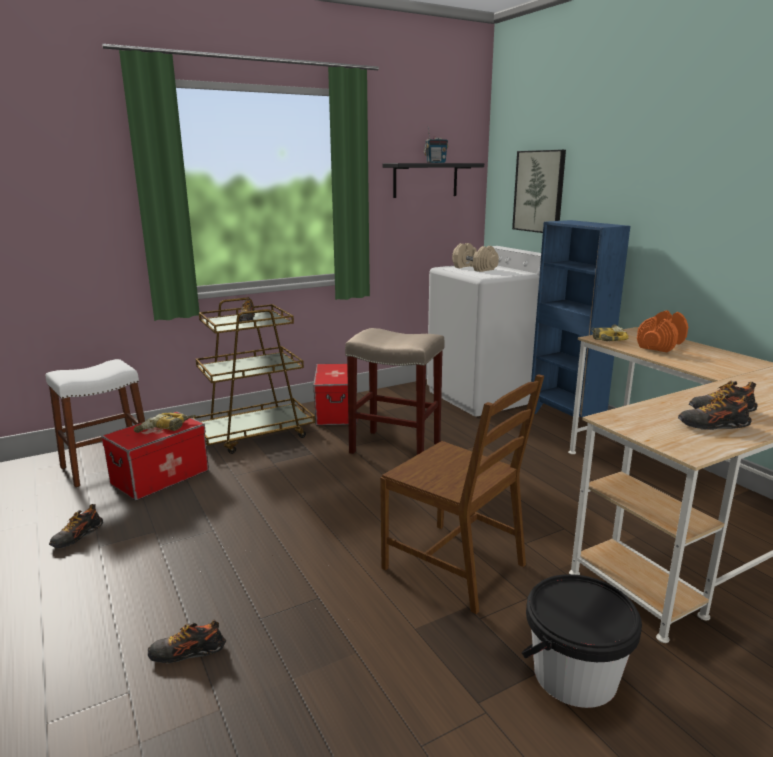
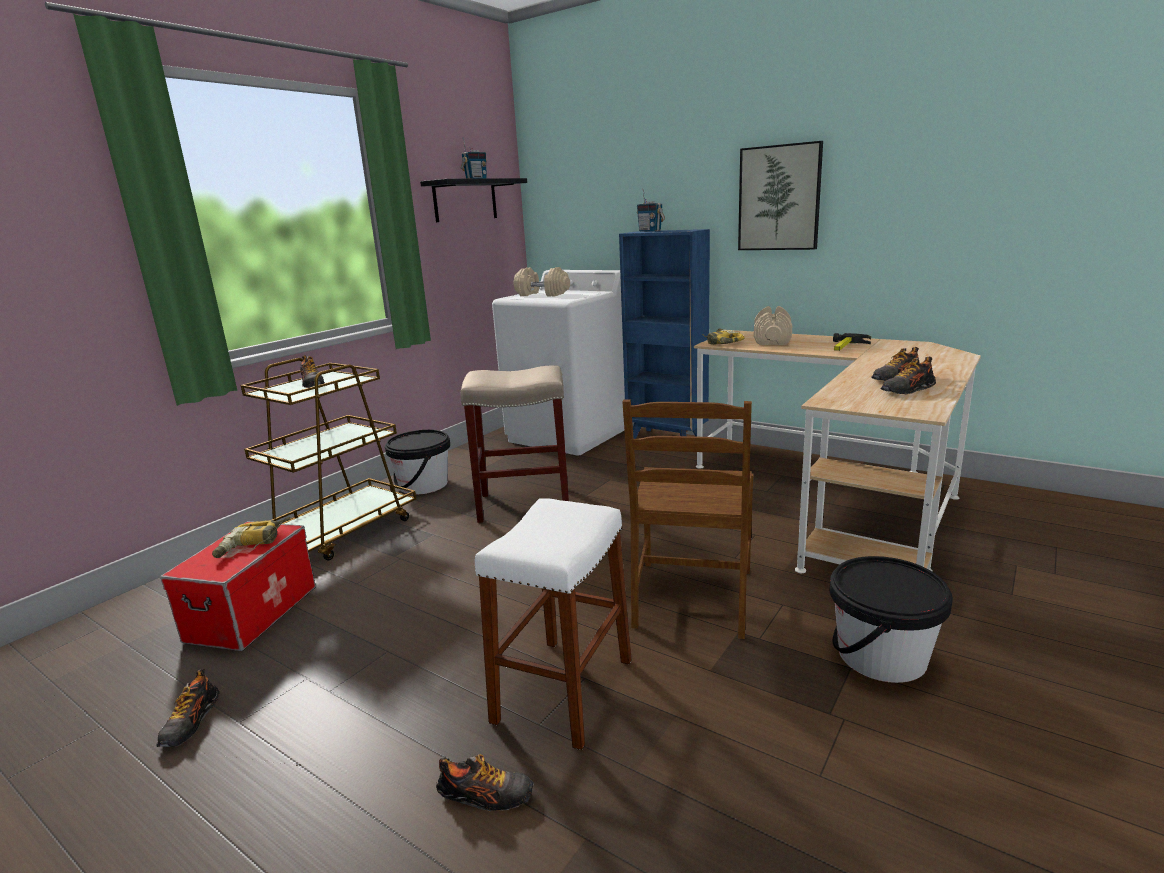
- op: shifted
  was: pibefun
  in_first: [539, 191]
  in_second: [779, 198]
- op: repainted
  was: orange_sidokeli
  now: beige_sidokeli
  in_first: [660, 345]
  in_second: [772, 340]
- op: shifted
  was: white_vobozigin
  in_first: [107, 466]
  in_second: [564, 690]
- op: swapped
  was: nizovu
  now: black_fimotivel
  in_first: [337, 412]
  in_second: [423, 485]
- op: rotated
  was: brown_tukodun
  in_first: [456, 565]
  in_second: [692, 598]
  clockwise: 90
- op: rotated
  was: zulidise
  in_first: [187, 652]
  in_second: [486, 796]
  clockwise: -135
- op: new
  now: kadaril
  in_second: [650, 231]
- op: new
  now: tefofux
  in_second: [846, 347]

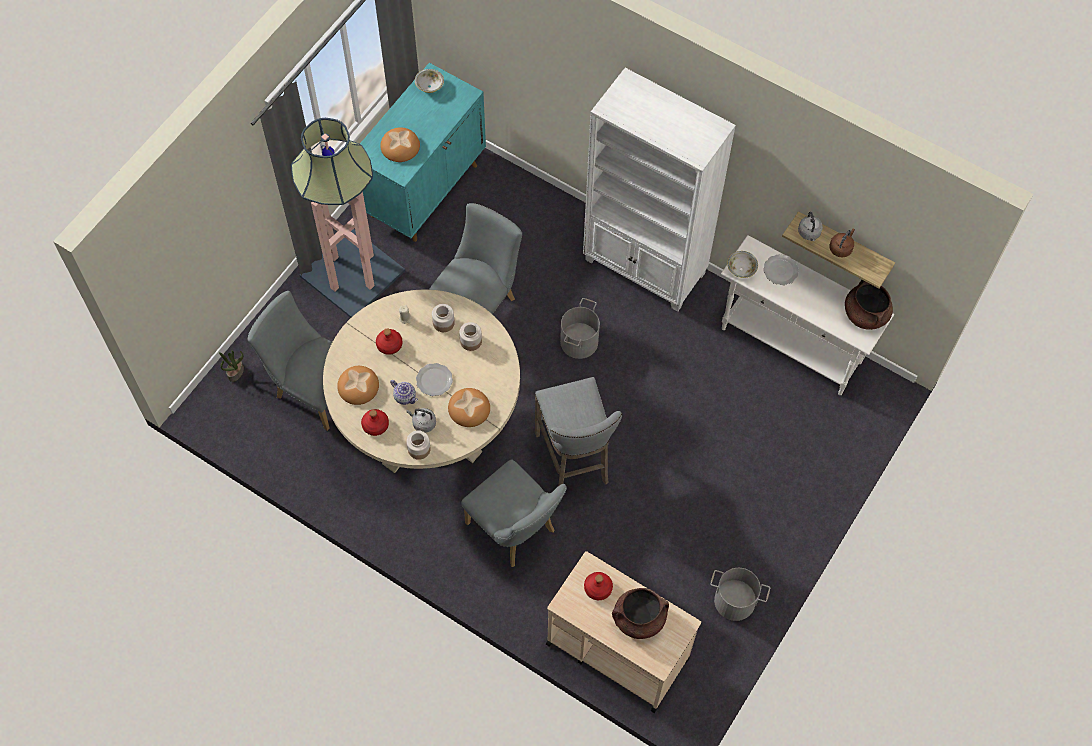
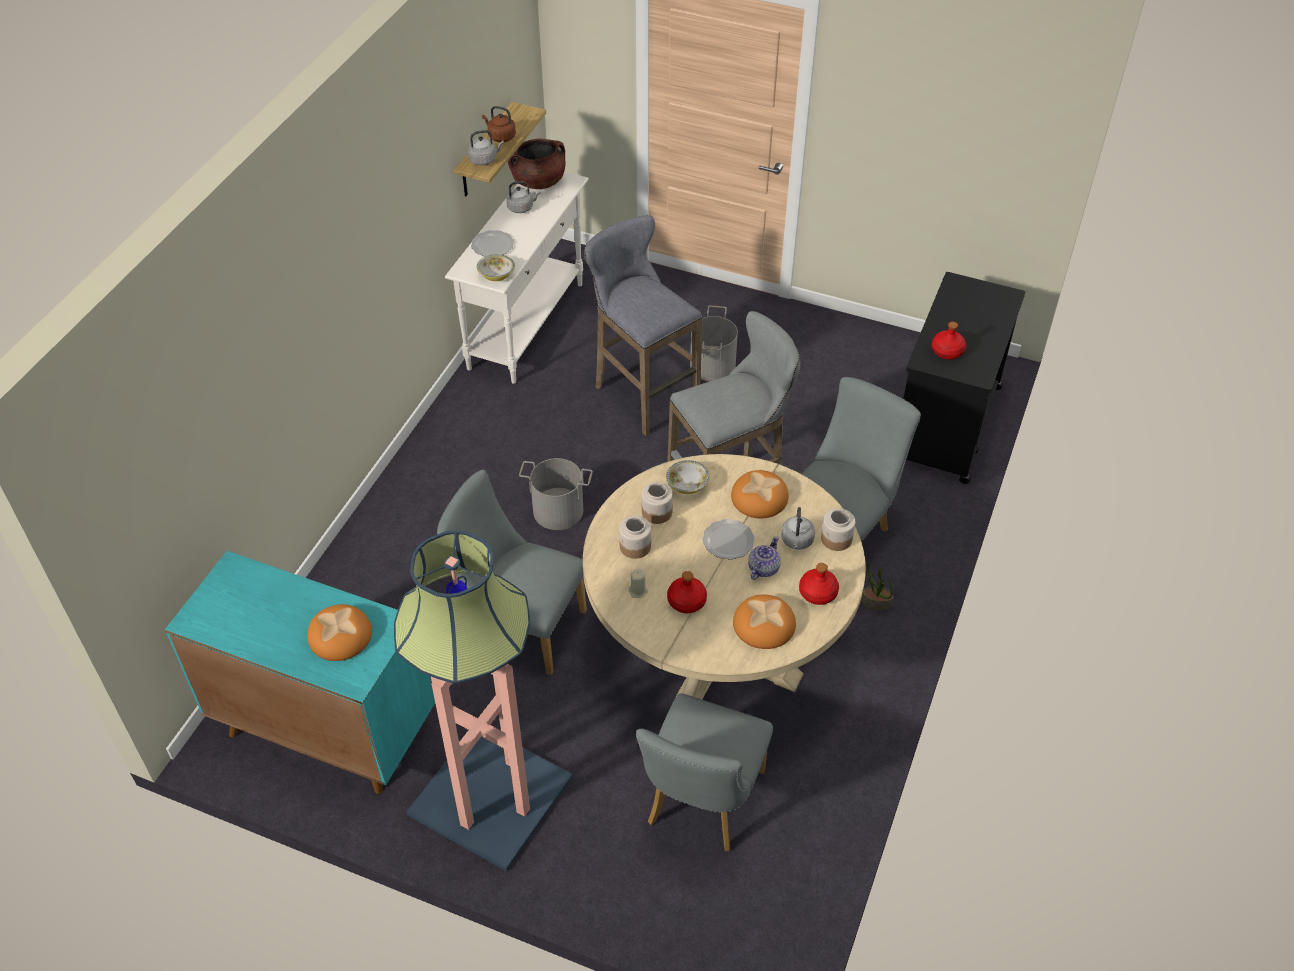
- op: gone
  was: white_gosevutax
  in_first: [645, 267]
- op: shifted
  was: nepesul
  in_first: [429, 86]
  in_second: [687, 485]
- op: shifted
  was: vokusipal
  in_first: [235, 372]
  in_second: [875, 603]
- op: repainted
  was: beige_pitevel
  now: black_pitevel
  in_first: [617, 650]
  in_second: [946, 425]
- op: shifted
  was: grey_fimotivel
  in_first: [734, 601]
  in_second: [713, 365]
- op: gone
  was: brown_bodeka
  in_first: [639, 619]
- op: new
  now: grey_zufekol
  in_second: [521, 208]
- op: new
  now: grey_vobozigin
  in_second: [642, 394]

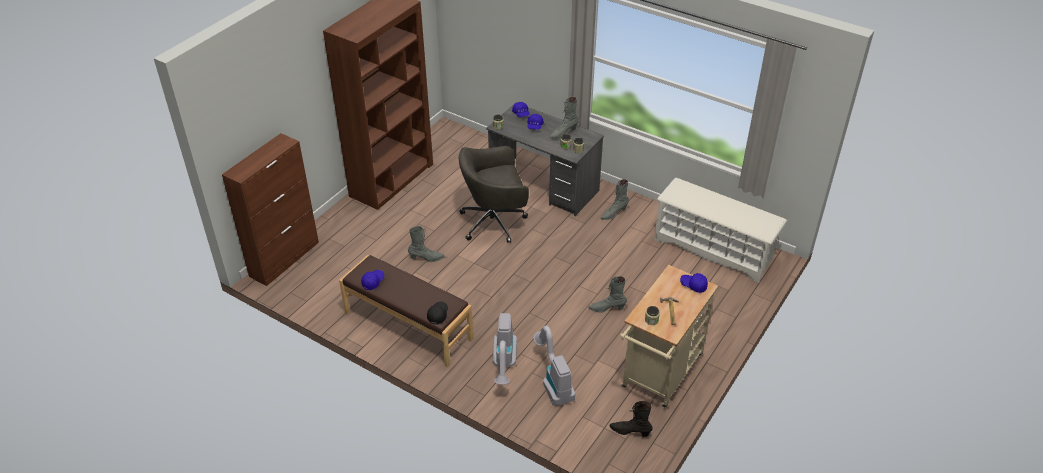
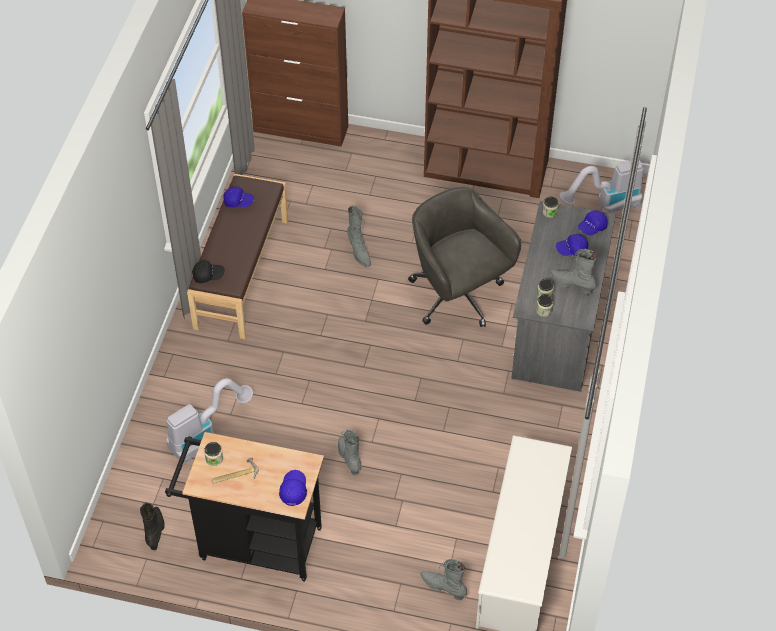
- op: shifted
  was: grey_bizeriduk
  in_first: [613, 213]
  in_second: [443, 587]
- op: repainted
  was: beige_pitevel
  now: black_pitevel
  in_first: [659, 376]
  in_second: [253, 542]
- op: shifted
  was: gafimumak
  in_first: [504, 365]
  in_second: [605, 205]

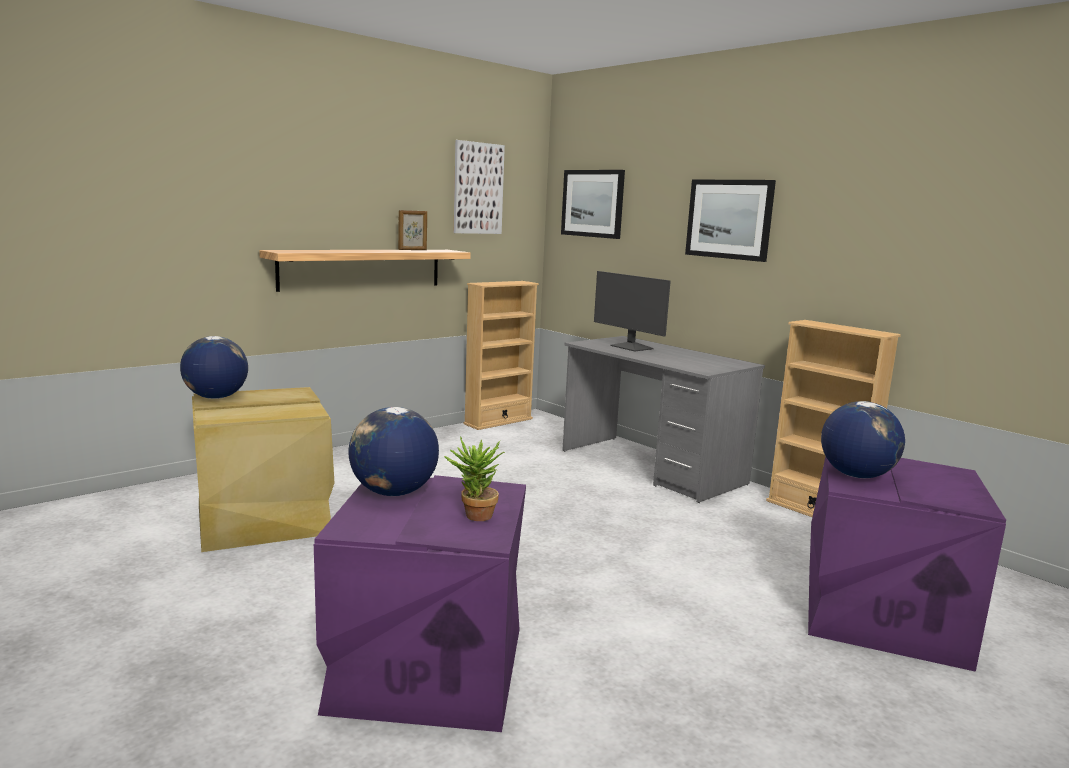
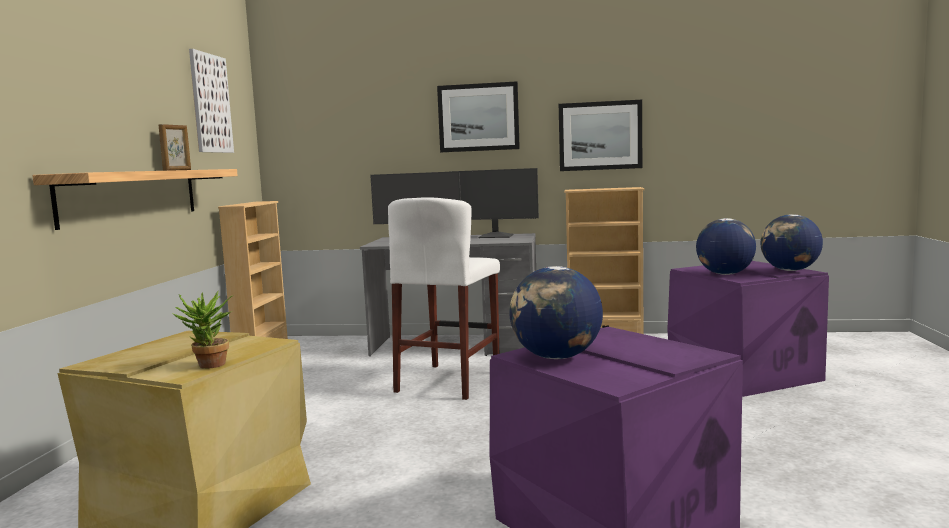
- op: shifted
  was: pibefun
  in_first: [592, 203]
  in_second: [600, 136]
- op: shifted
  was: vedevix
  in_first: [215, 397]
  in_second: [790, 270]
- op: shifted
  was: vokusipal
  in_first: [474, 517]
  in_second: [208, 366]
- op: new
  now: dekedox
  in_second: [496, 236]
- op: new
  now: white_vobozigin
  in_second: [449, 381]

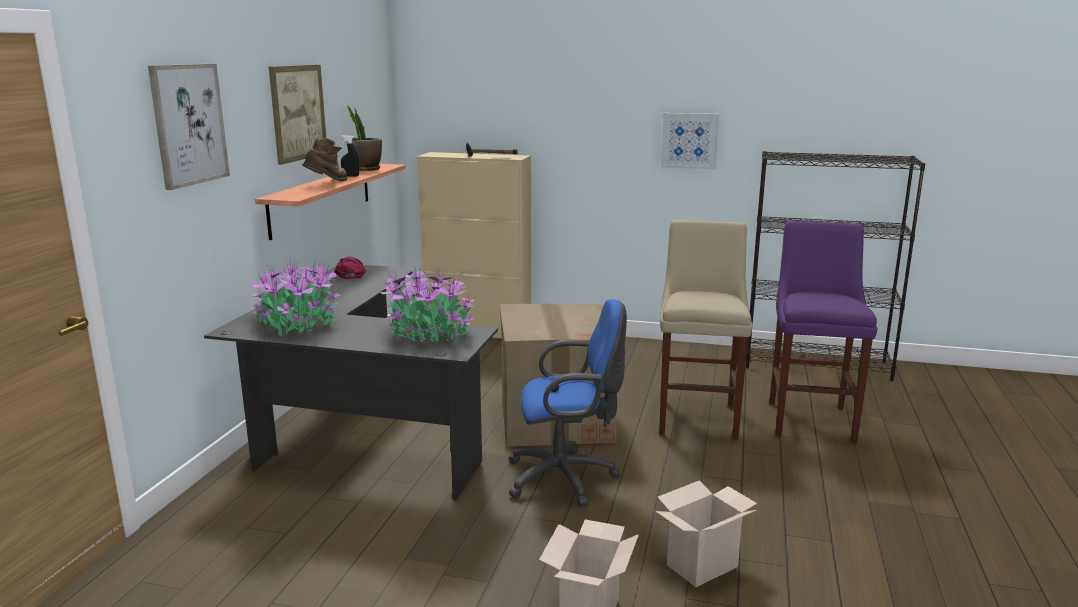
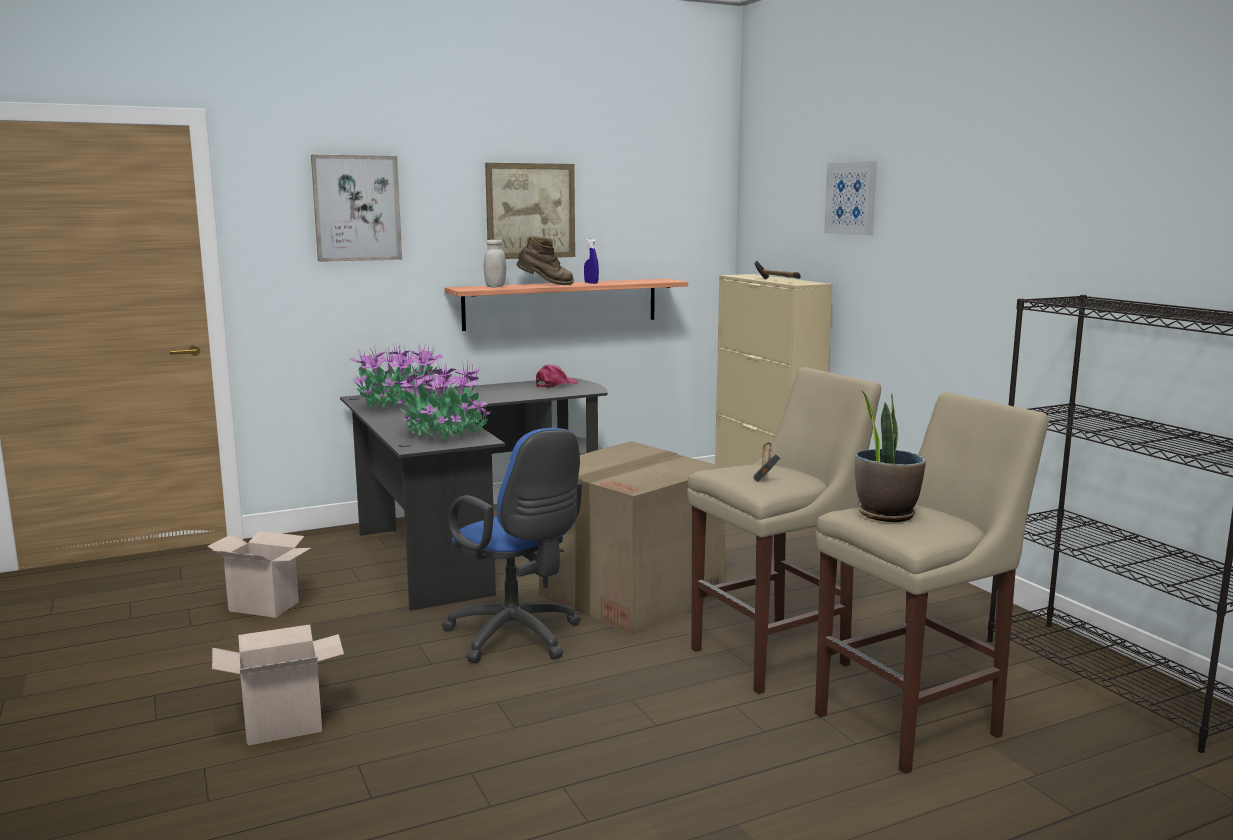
- op: shifted
  was: vokusipal
  in_first: [365, 169]
  in_second: [885, 514]
- op: shifted
  was: pibefun
  in_first: [689, 140]
  in_second: [851, 198]
- op: repainted
  was: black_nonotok
  now: blue_nonotok
  in_first: [350, 176]
  in_second: [591, 283]
- op: repainted
  was: purple_vobozigin
  now: beige_vobozigin
  in_first: [810, 419]
  in_second: [915, 723]
- op: shifted
  was: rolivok
  in_first: [702, 564]
  in_second: [266, 606]
- op: new
  now: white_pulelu
  in_second: [495, 286]
- op: new
  now: tefofux
  in_second: [765, 470]

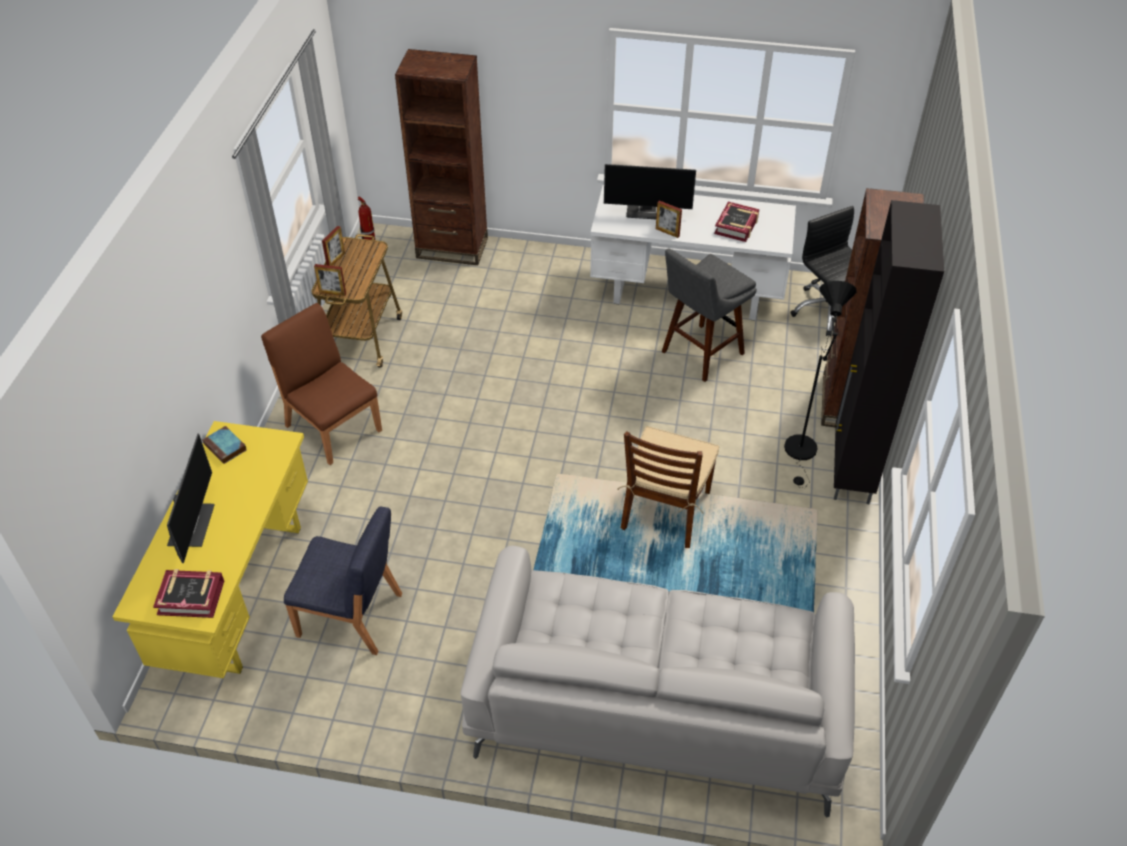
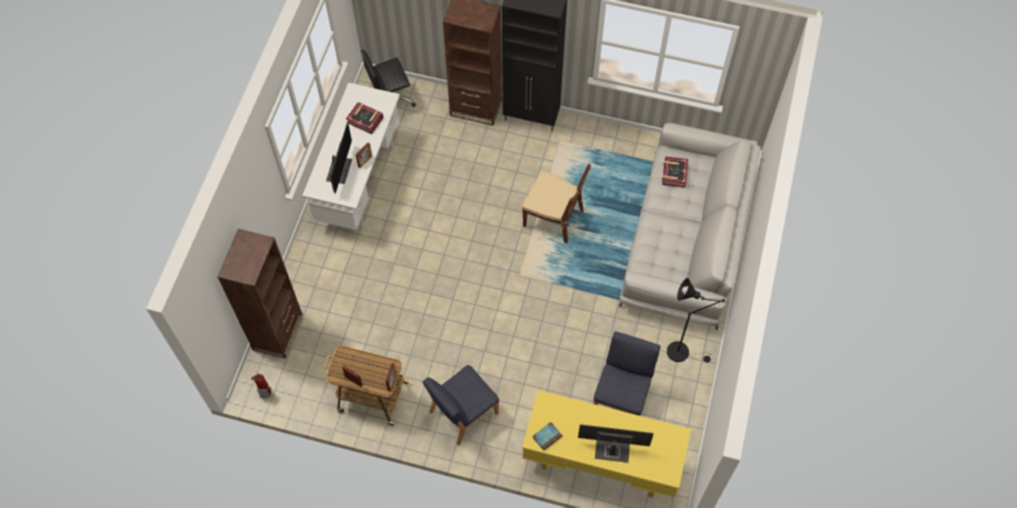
- op: gone
  was: grey_vobozigin
  in_first: [699, 354]
- op: shifted
  was: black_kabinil
  in_first: [801, 453]
  in_second: [682, 352]
- op: repainted
  was: brown_tukodun
  now: blue_tukodun
  in_first: [333, 427]
  in_second: [462, 413]
- op: shifted
  was: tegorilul
  in_first: [191, 597]
  in_second: [674, 174]

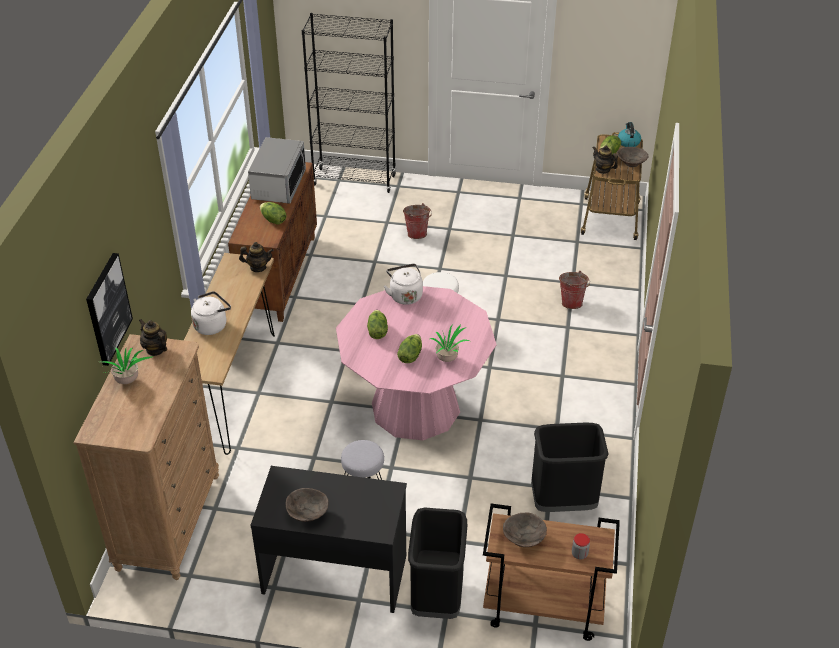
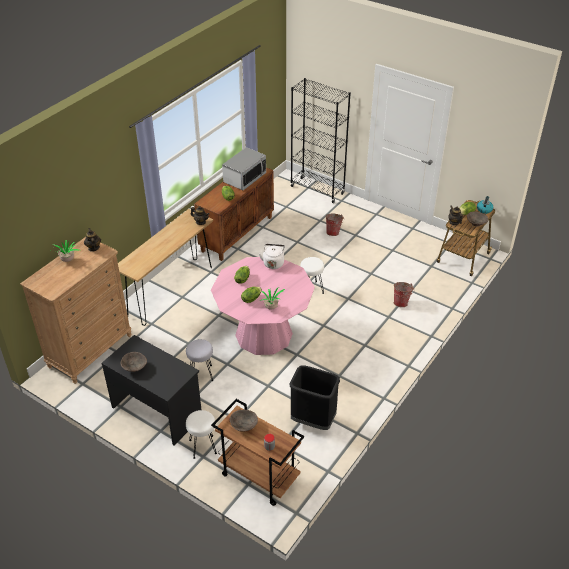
- op: gone
  was: pibefun
  in_first: [107, 309]
- op: gone
  was: white_zufekol
  in_first: [212, 325]
- op: swapped
  was: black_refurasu
  now: white_vobozigin
  in_first: [436, 597]
  in_second: [203, 446]

